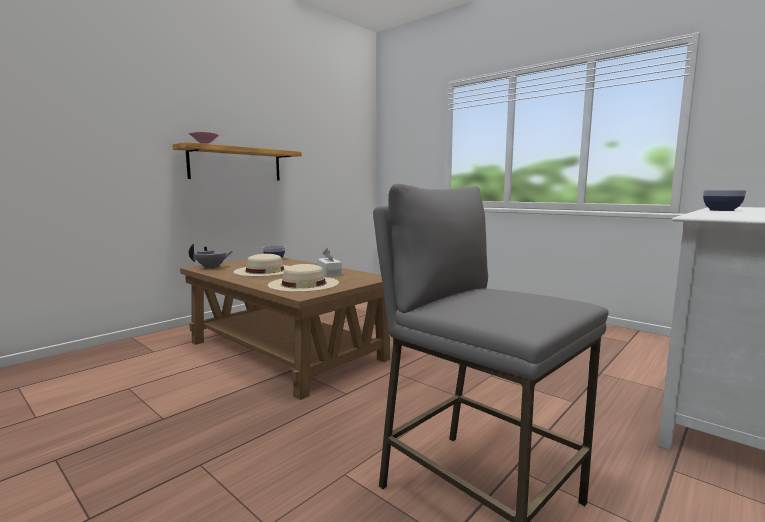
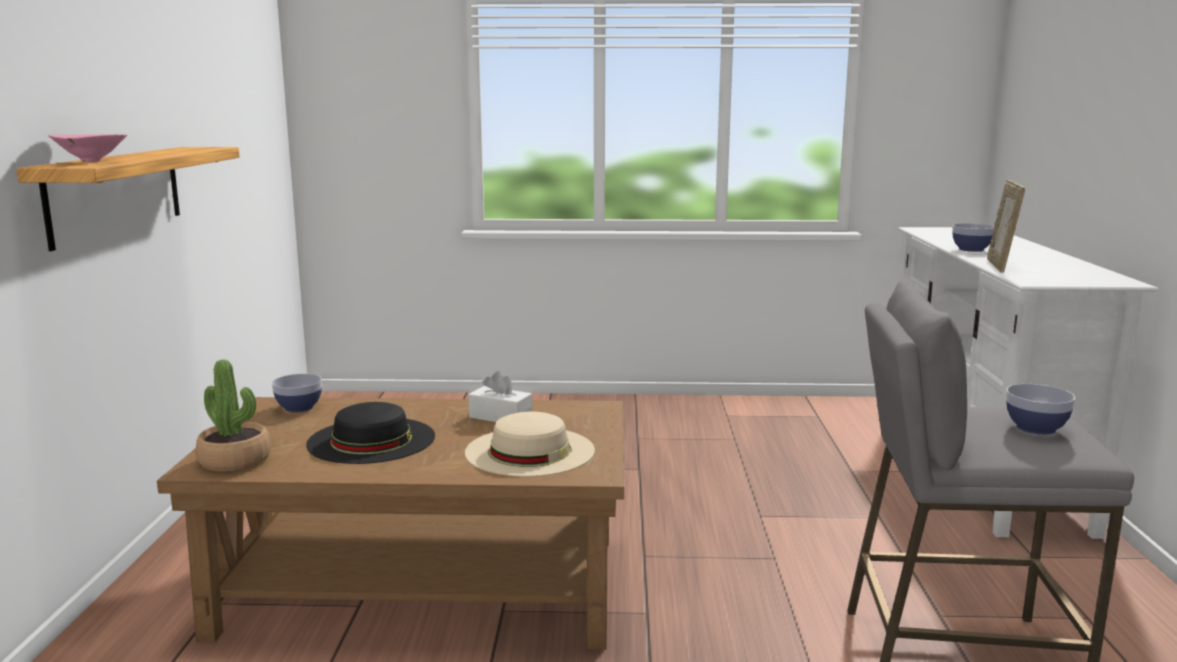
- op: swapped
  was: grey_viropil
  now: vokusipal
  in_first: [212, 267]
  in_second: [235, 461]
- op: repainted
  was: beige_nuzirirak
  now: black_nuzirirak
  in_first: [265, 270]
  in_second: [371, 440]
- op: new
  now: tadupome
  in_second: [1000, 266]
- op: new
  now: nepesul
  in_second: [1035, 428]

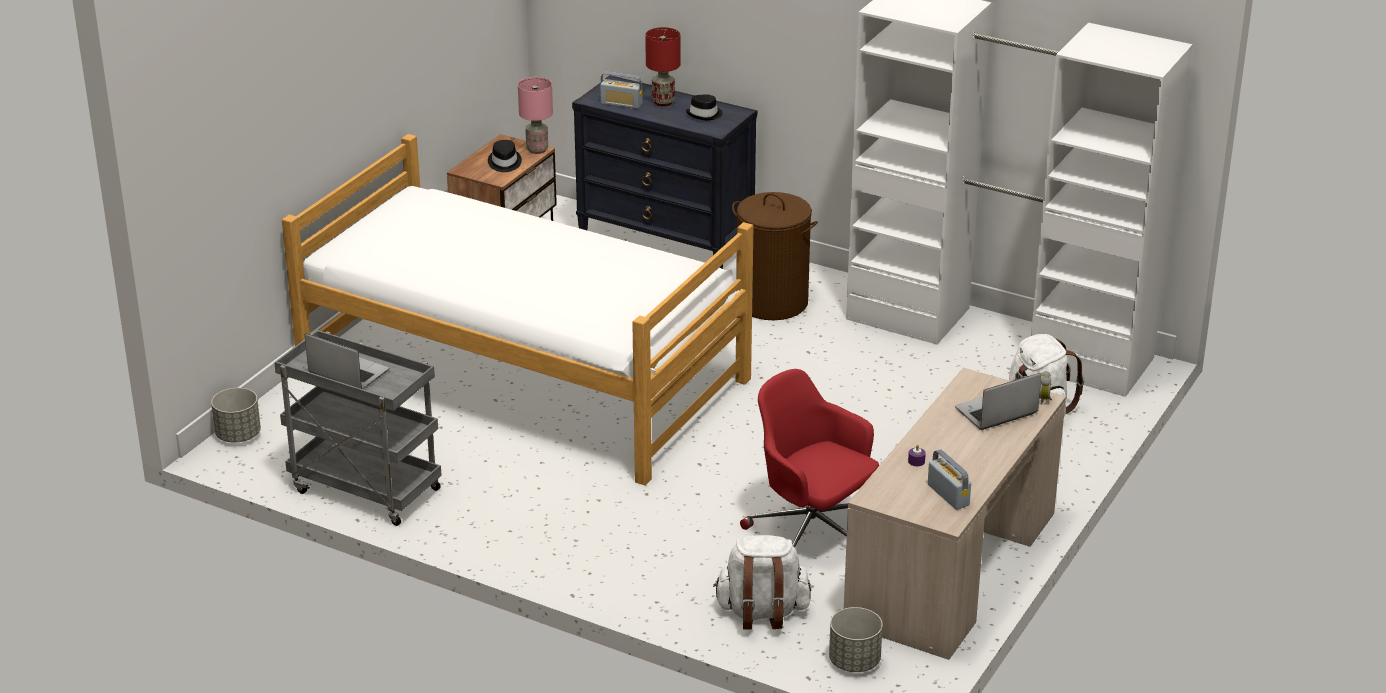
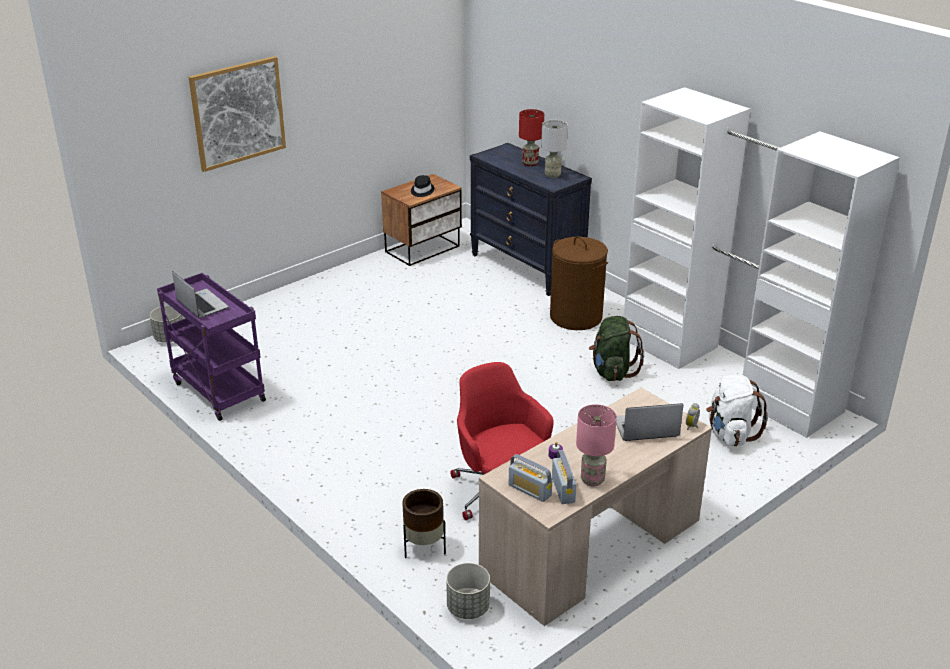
- op: shifted
  was: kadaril
  in_first: [621, 104]
  in_second: [530, 490]
- op: shifted
  was: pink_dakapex
  in_first: [536, 150]
  in_second: [592, 480]
- op: swapped
  was: black_nuzirirak
  now: grey_dakapex
  in_first: [705, 114]
  in_second: [553, 175]
- op: gone
  was: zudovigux
  in_first: [523, 375]
- op: repainted
  was: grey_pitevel
  now: purple_pitevel
  in_first: [363, 490]
  in_second: [217, 391]
- op: swapped
  was: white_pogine
  now: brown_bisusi
  in_first: [762, 612]
  in_second: [423, 548]
- op: new
  now: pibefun
  in_second: [238, 113]
- op: new
  now: green_pogine
  in_second: [612, 371]

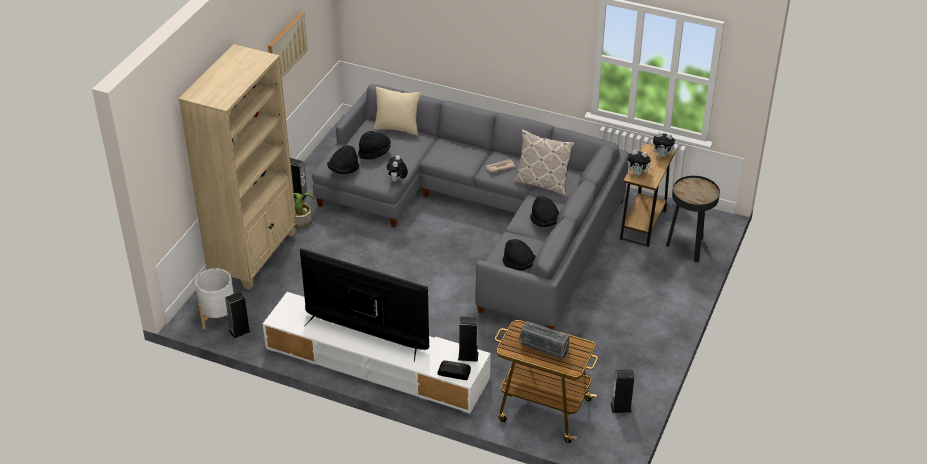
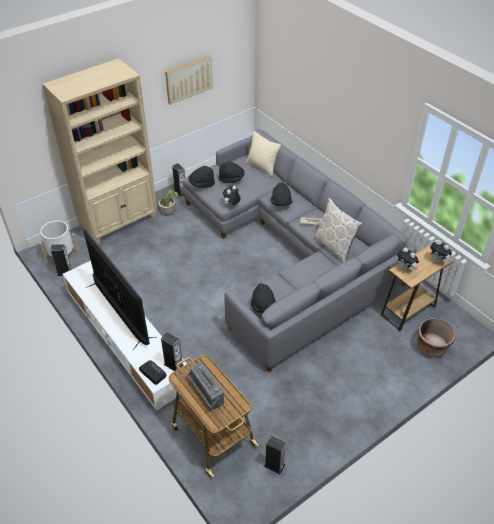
- op: swapped
  was: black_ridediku
  now: brown_bisusi
  in_first: [687, 249]
  in_second: [431, 346]
- op: shifted
  was: black_nuzirirak
  in_first: [545, 222]
  in_second: [281, 203]

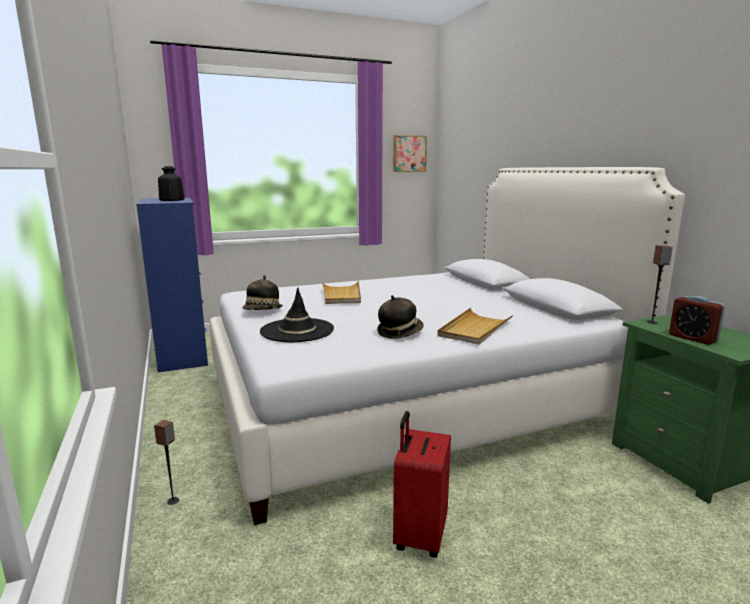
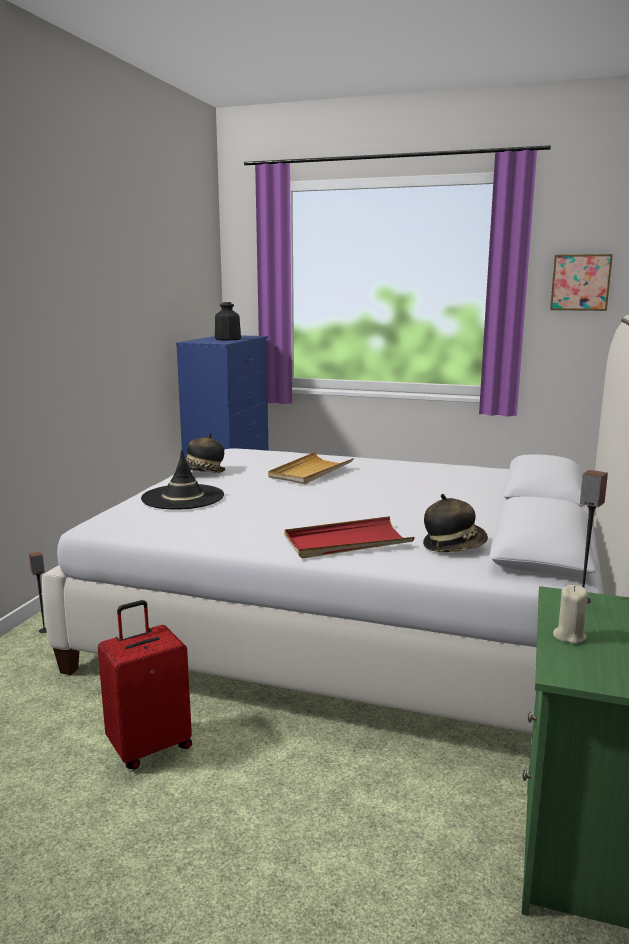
- op: shifted
  was: nuzirirak
  in_first: [399, 333]
  in_second: [453, 546]
- op: swapped
  was: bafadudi
  now: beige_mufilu
  in_first: [692, 338]
  in_second: [569, 636]
- op: repainted
  was: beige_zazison
  now: red_zazison
  in_first: [475, 329]
  in_second: [347, 542]

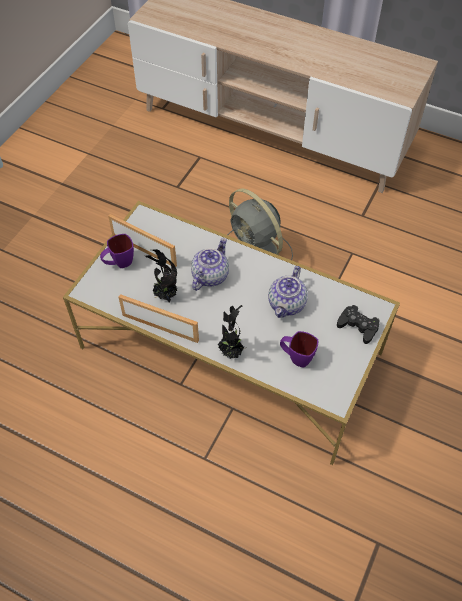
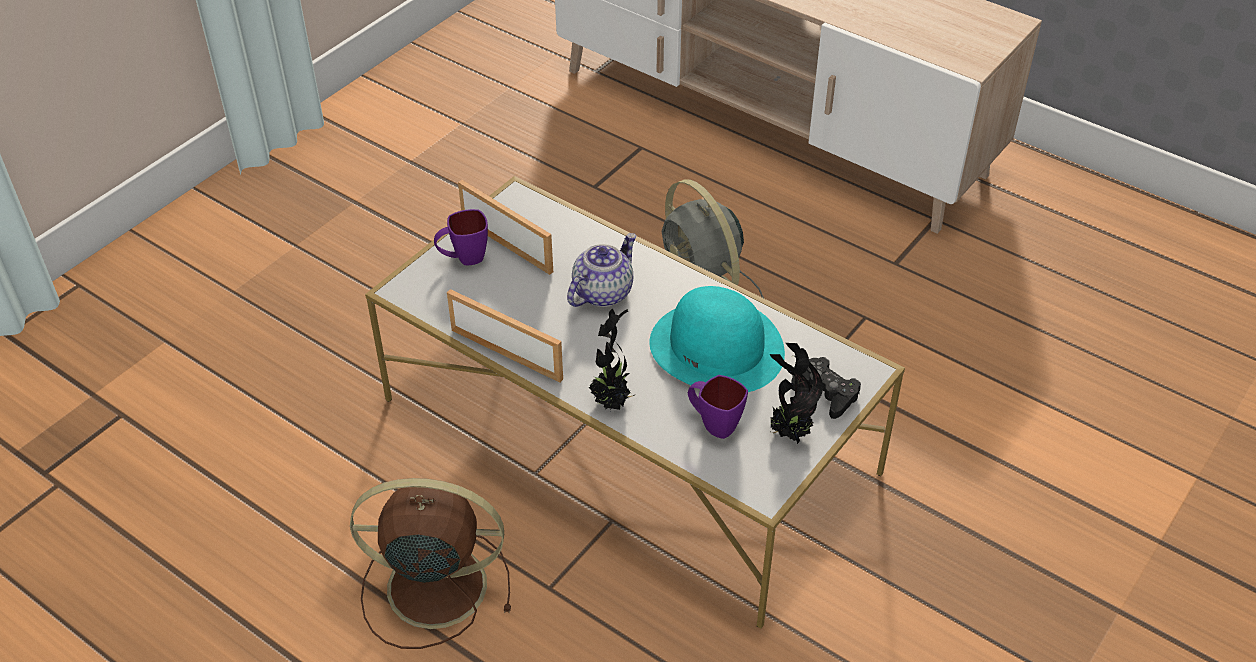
- op: shifted
  was: vokusipal
  in_first: [164, 295]
  in_second: [787, 433]
- op: swapped
  was: viropil
  now: turquoise_nuzirirak
  in_first: [287, 304]
  in_second: [717, 347]
- op: new
  now: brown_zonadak
  in_second: [432, 586]

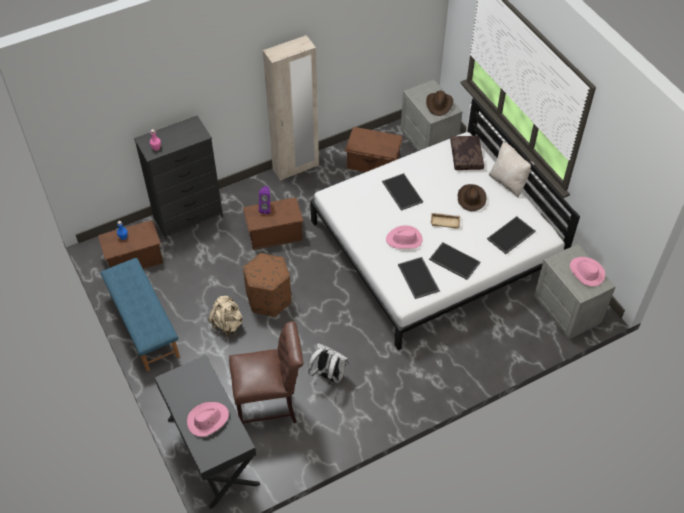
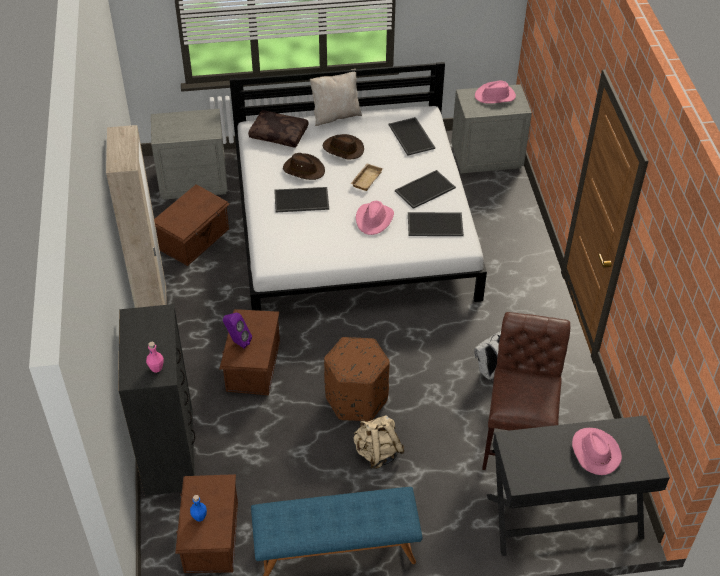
- op: shifted
  was: brown_nuzirirak
  in_first: [439, 104]
  in_second: [304, 169]

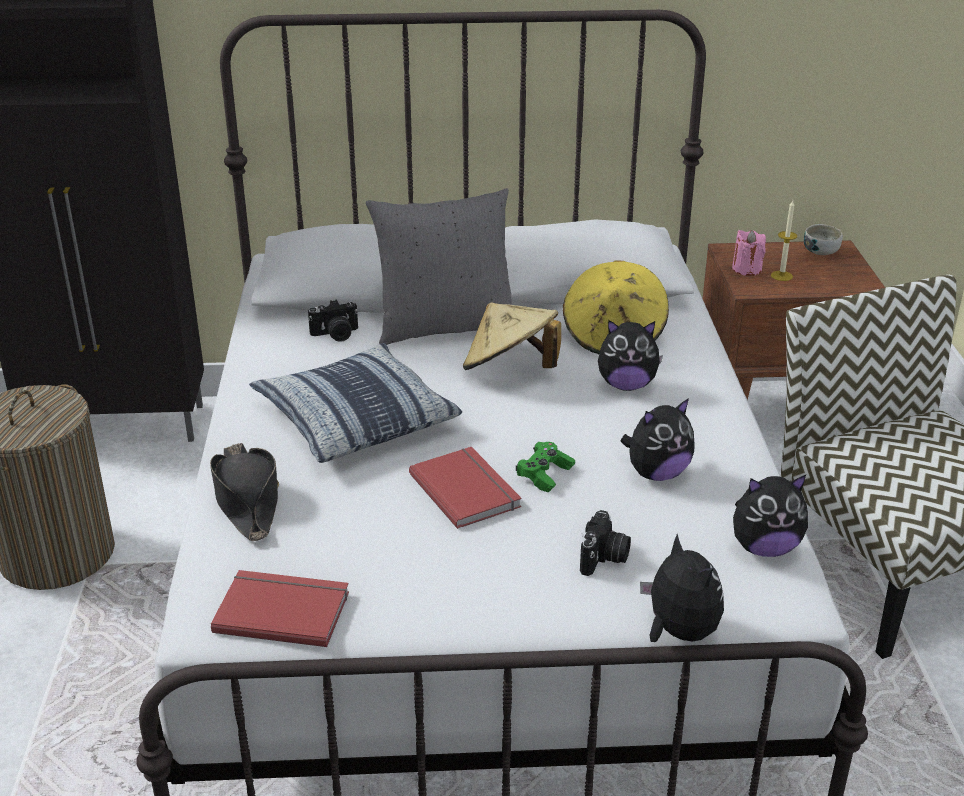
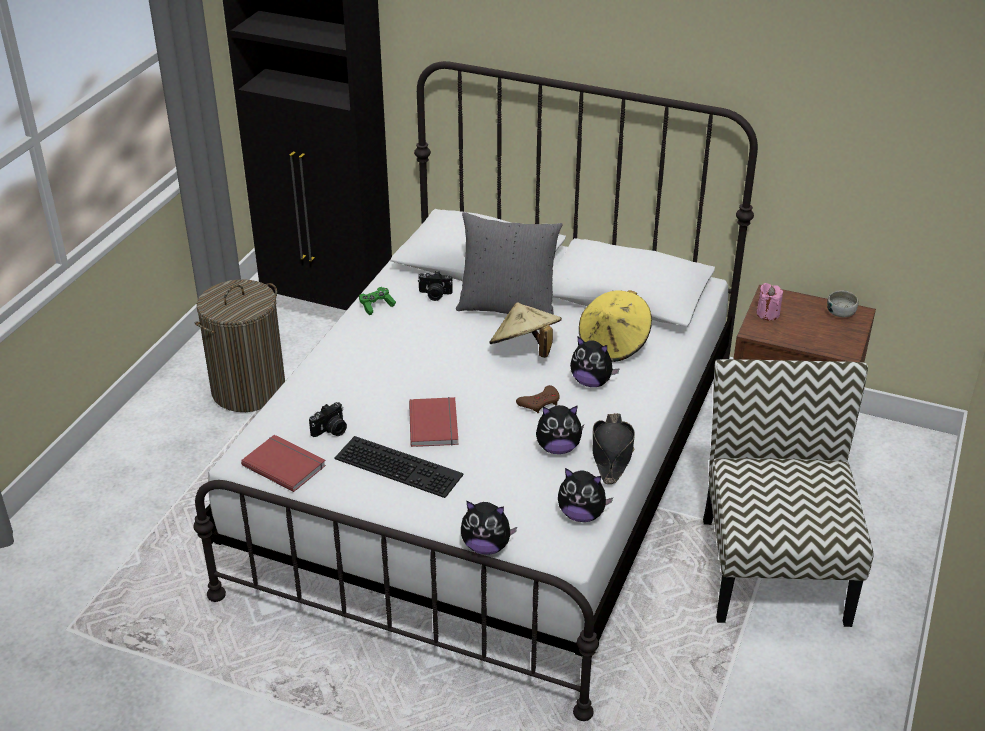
- op: gone
  was: mufilu
  in_first: [781, 276]
- op: gone
  was: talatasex
  in_first: [355, 419]
- op: shifted
  was: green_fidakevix
  in_first: [544, 475]
  in_second: [376, 306]
- op: shifted
  was: black_nuzirirak
  in_first: [247, 500]
  in_second: [611, 454]
- op: shifted
  was: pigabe
  in_first: [604, 558]
  in_second: [331, 430]
- op: rotated
  was: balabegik
  in_first: [678, 632]
  in_second: [486, 546]
  clockwise: 105
- op: new
  now: brown_fidakevix
  in_second: [540, 402]
- op: new
  now: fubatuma
  in_second: [401, 465]

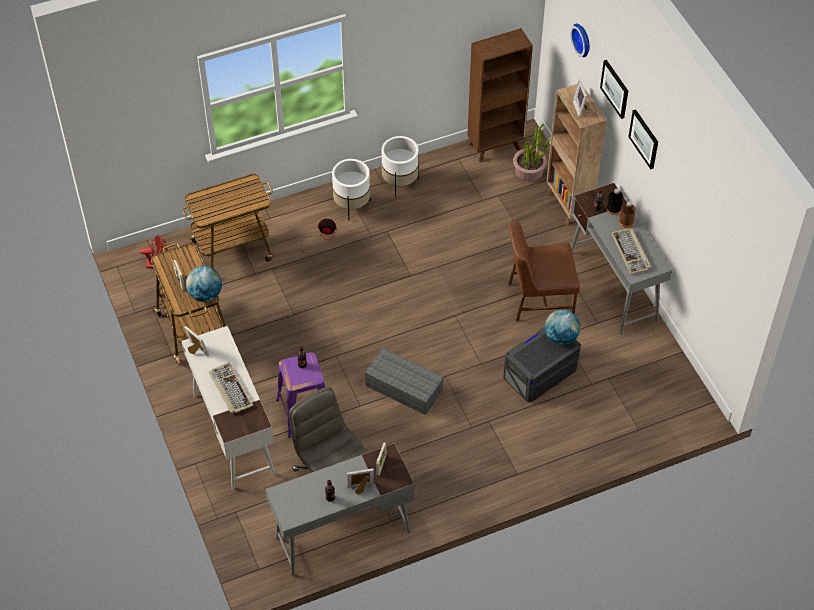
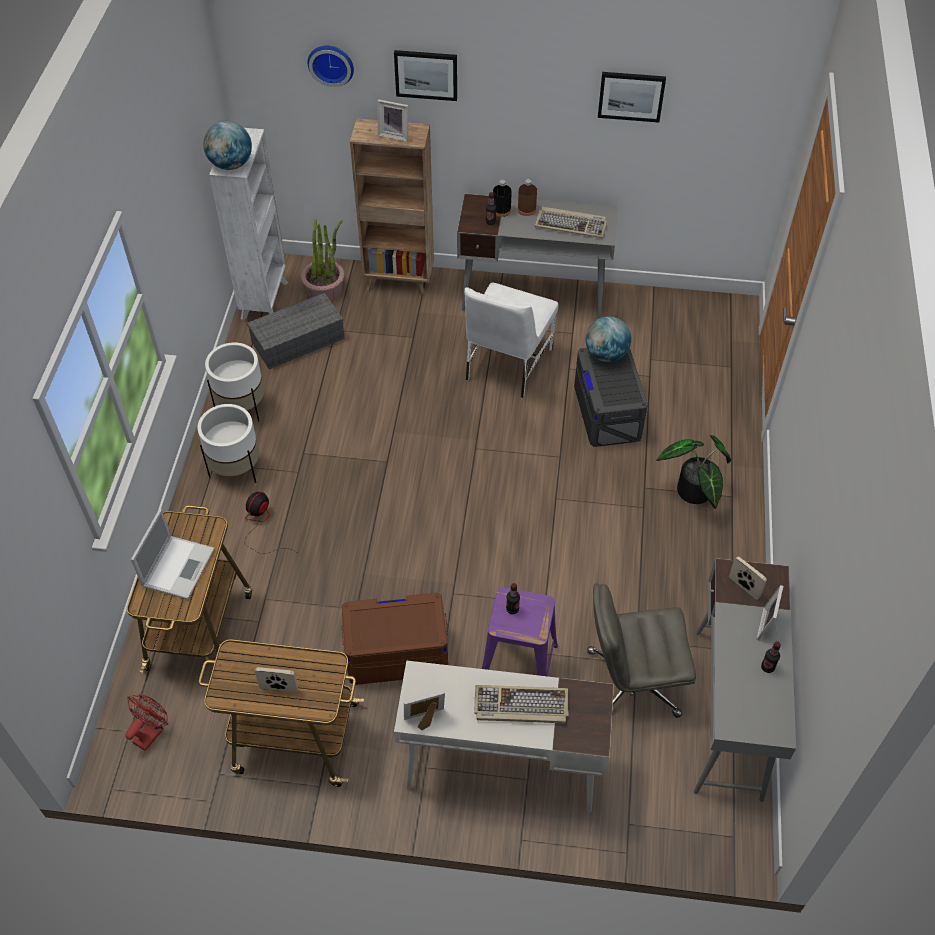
- op: repainted
  was: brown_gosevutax
  now: white_gosevutax
  in_first: [496, 146]
  in_second: [265, 299]
- op: shifted
  was: pibefun
  in_first: [644, 138]
  in_second: [631, 96]
- op: repainted
  was: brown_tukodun
  now: white_tukodun
  in_first: [539, 299]
  in_second: [507, 365]
- op: shifted
  was: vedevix
  in_first: [205, 294]
  in_second: [231, 164]
- op: shifted
  was: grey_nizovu
  in_first: [402, 388]
  in_second: [297, 341]
- op: new
  now: vokusipal
  in_second: [693, 494]
- op: new
  now: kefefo
  in_second: [178, 566]
- op: new
  now: brown_nizovu
  in_second: [396, 653]

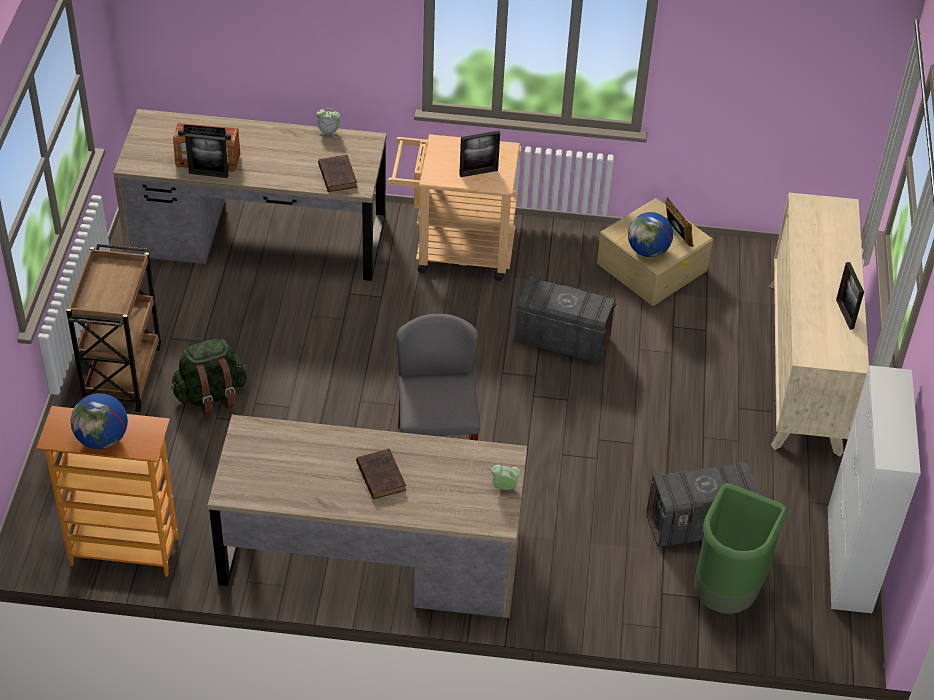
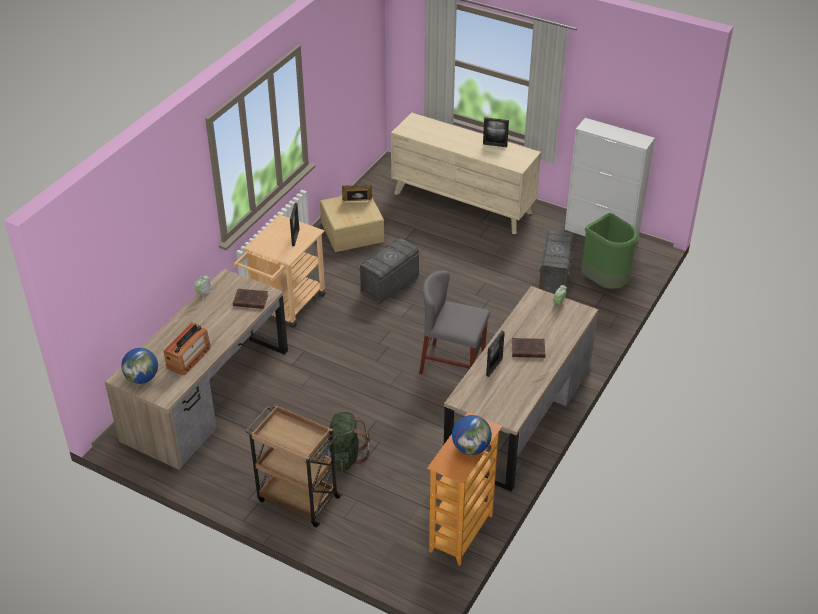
- op: shifted
  was: tadupome
  in_first: [208, 174]
  in_second: [494, 367]
- op: shifted
  was: vedevix
  in_first: [648, 251]
  in_second: [142, 378]

